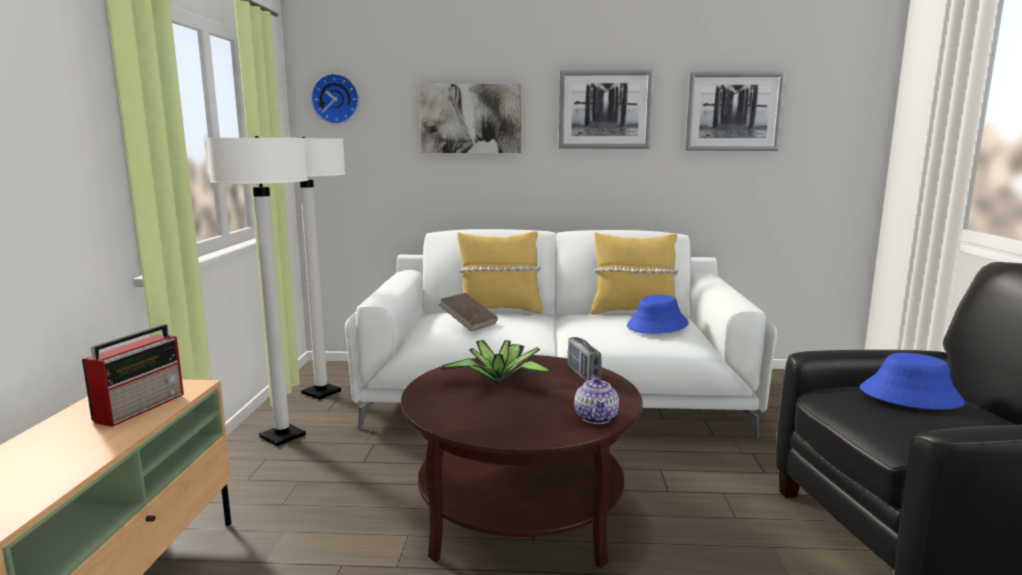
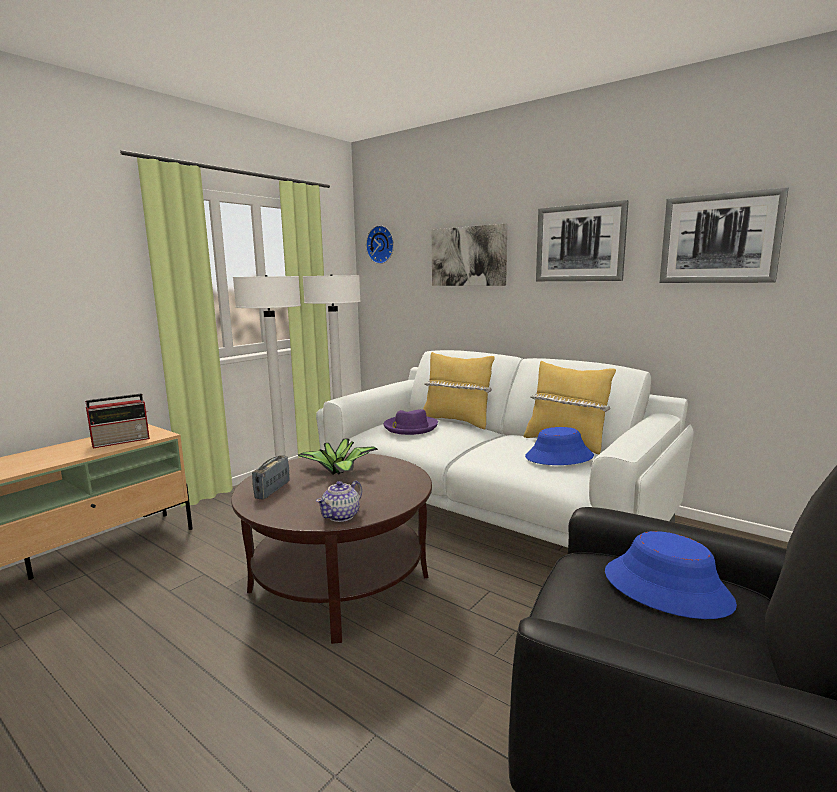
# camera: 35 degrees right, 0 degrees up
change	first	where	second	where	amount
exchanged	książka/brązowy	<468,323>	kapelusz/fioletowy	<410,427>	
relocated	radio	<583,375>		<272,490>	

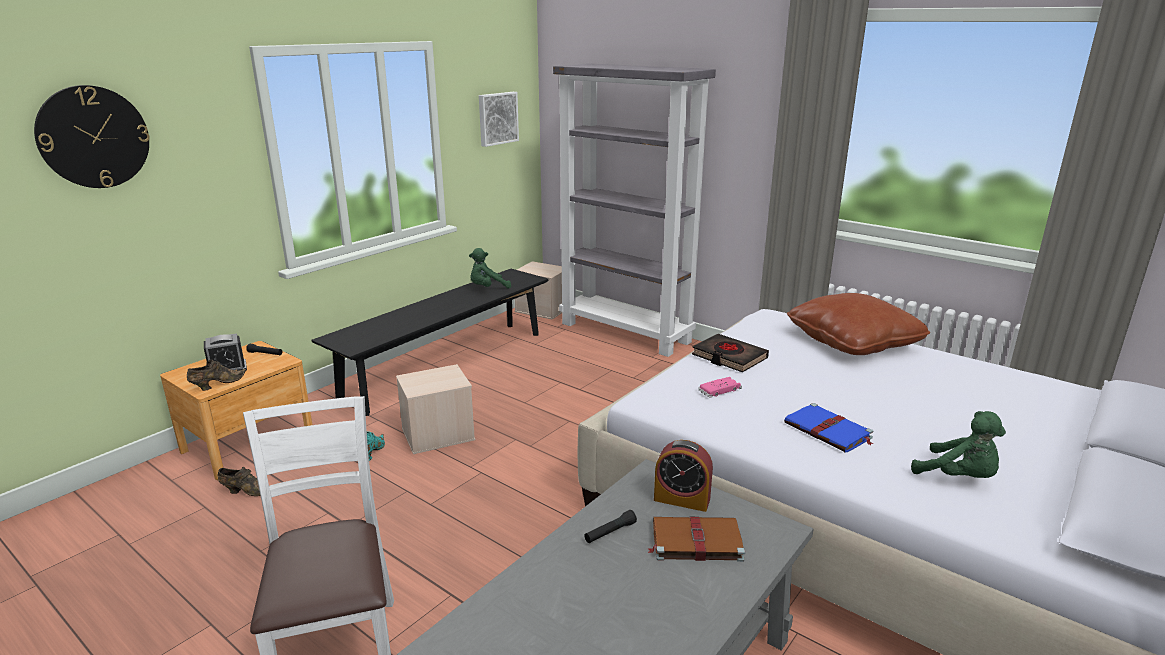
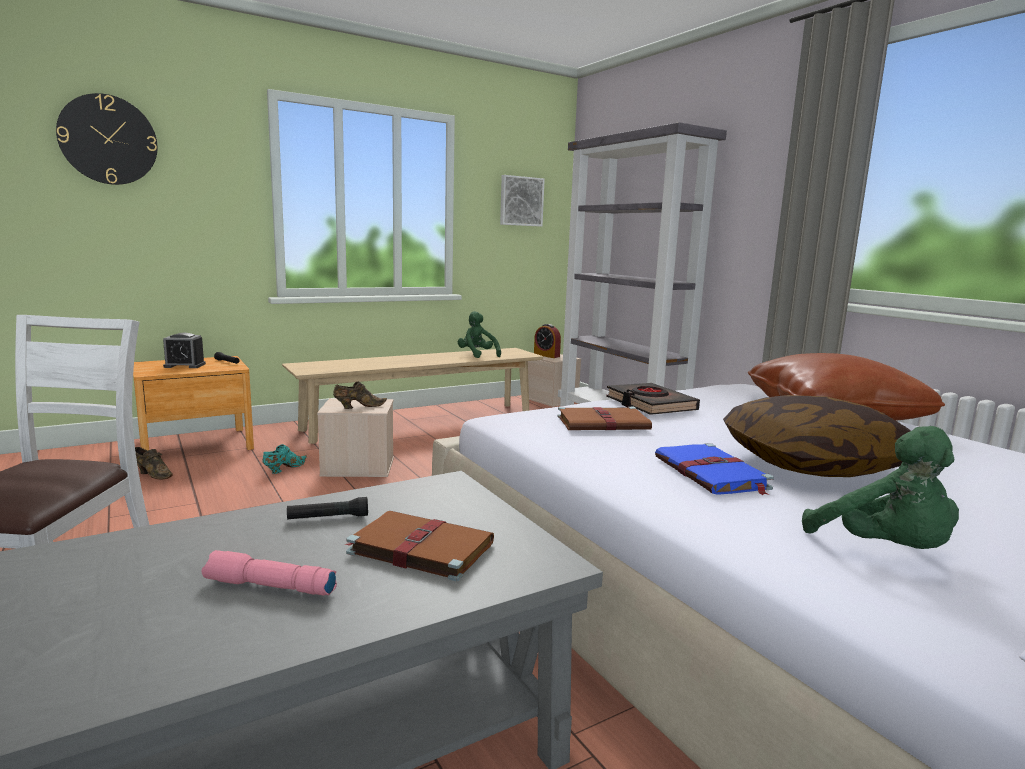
# camera: 20 degrees right, 10 degrees down
change	first	where	second	where	amount
relocated	but/brązowy	<217,385>		<358,407>	
colour	ławka/czarny	<447,364>	ławka/beżowy	<421,422>	
spun	pluszak/zielony	<487,288>		<477,355>	60 degrees clockwise
relocated	budzik	<681,499>		<546,355>	
exchanged	samochodzik/różowy	<719,390>	książka/brązowy	<604,423>	
appeared			latarka/różowy	<269,587>	
appeared			poduszka	<812,463>	

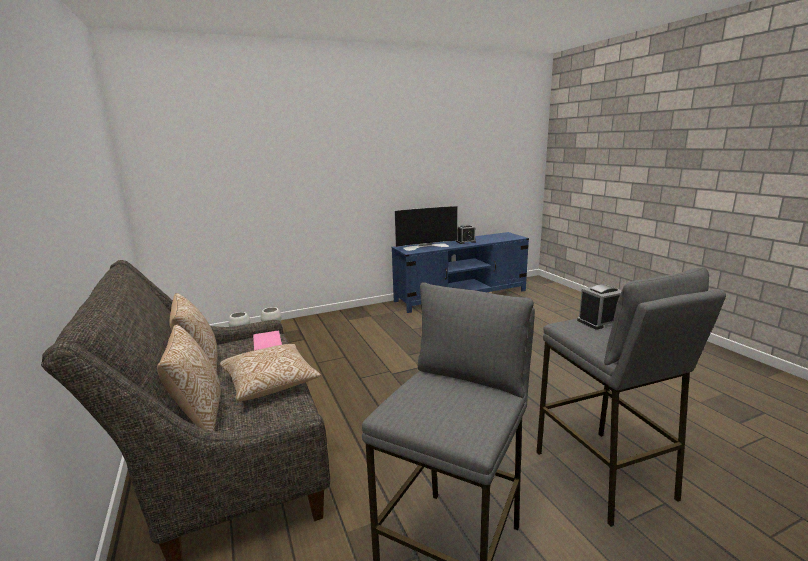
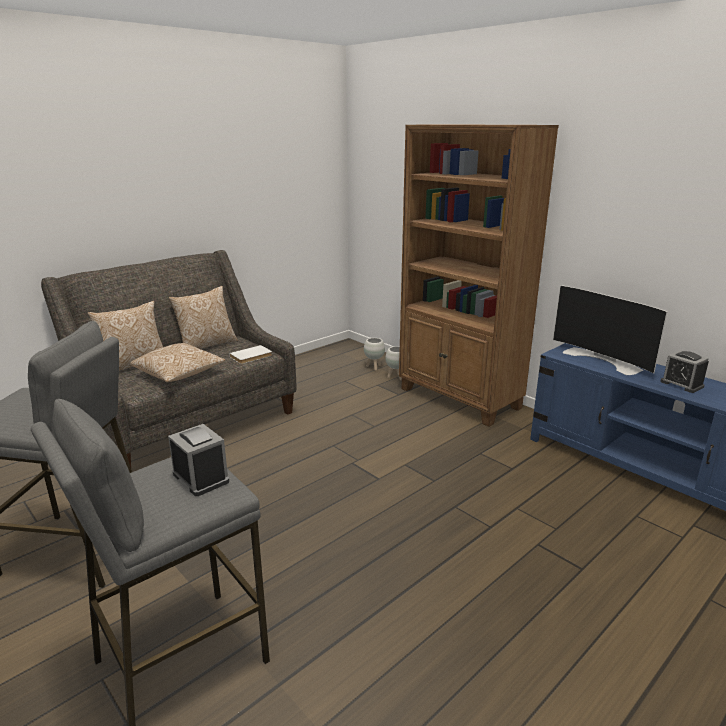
# camera: 70 degrees right, 5 degrees up
change	first	where	second	where	amount
colour	książka/różowy	<269,343>	książka/biały	<252,356>	
appeared			regał/brązowy	<459,399>	

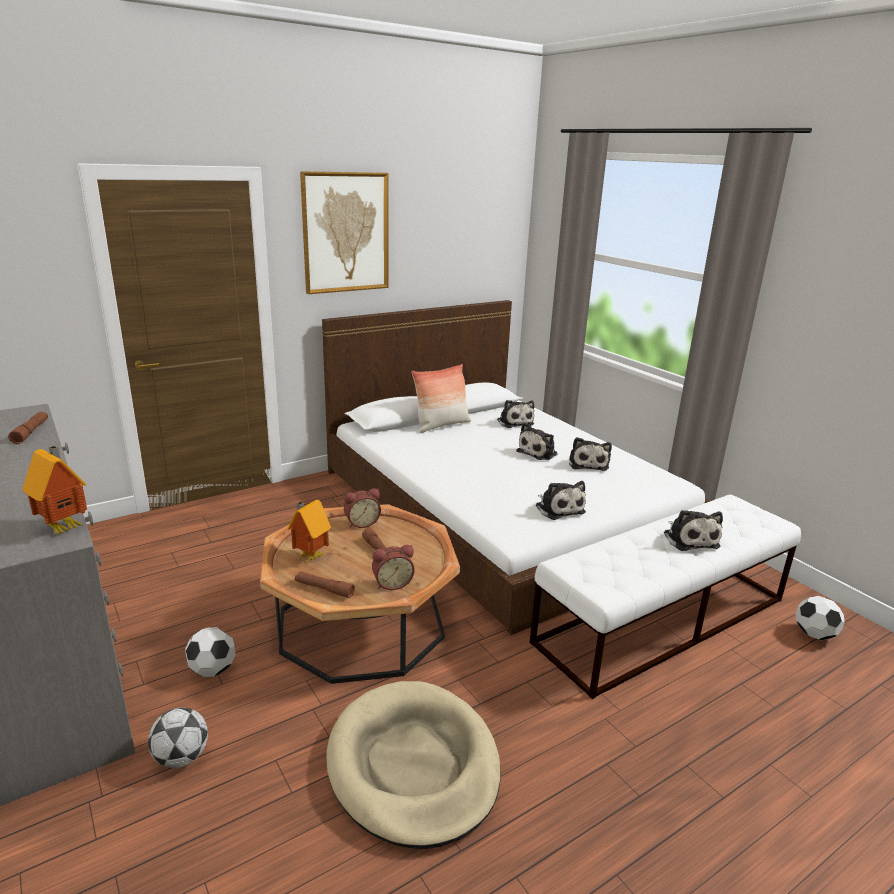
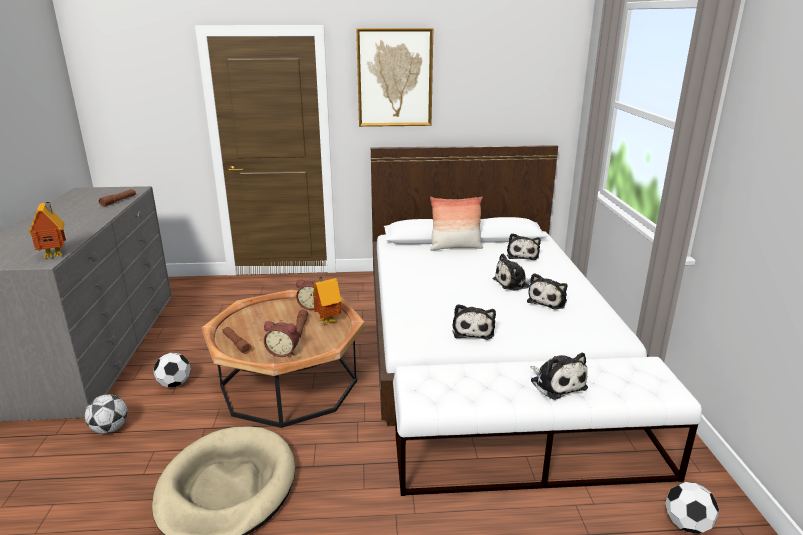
# camera: 30 degrees right, 0 degrees up
change	first	where	second	where	amount
relocated	domek	<309,557>		<327,321>	
spun	pluszak	<689,539>		<556,383>	45 degrees counterclockwise

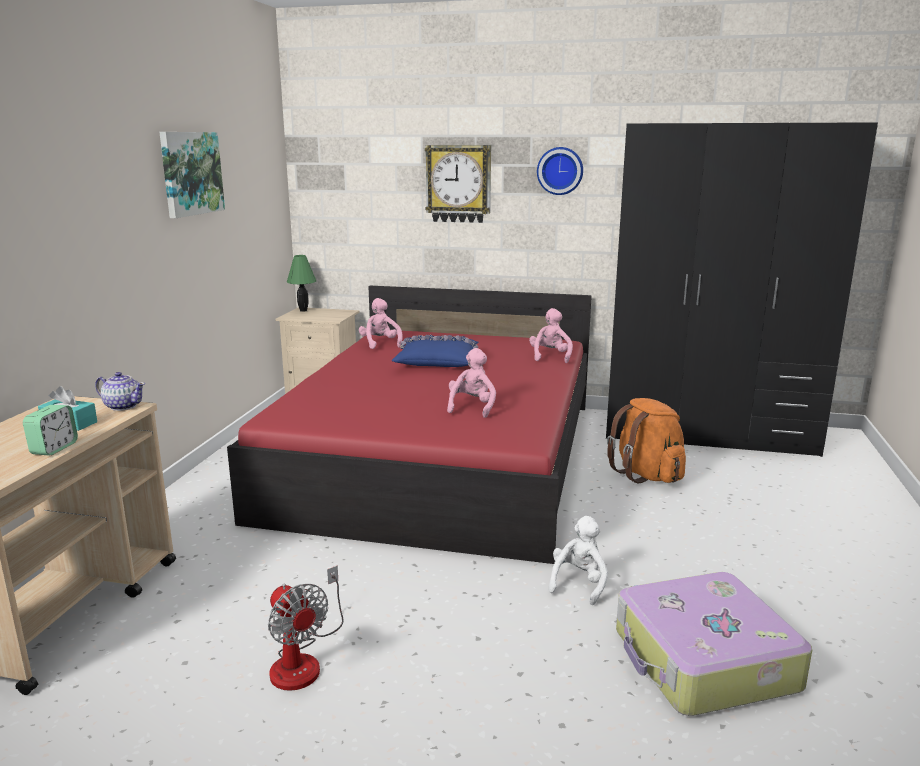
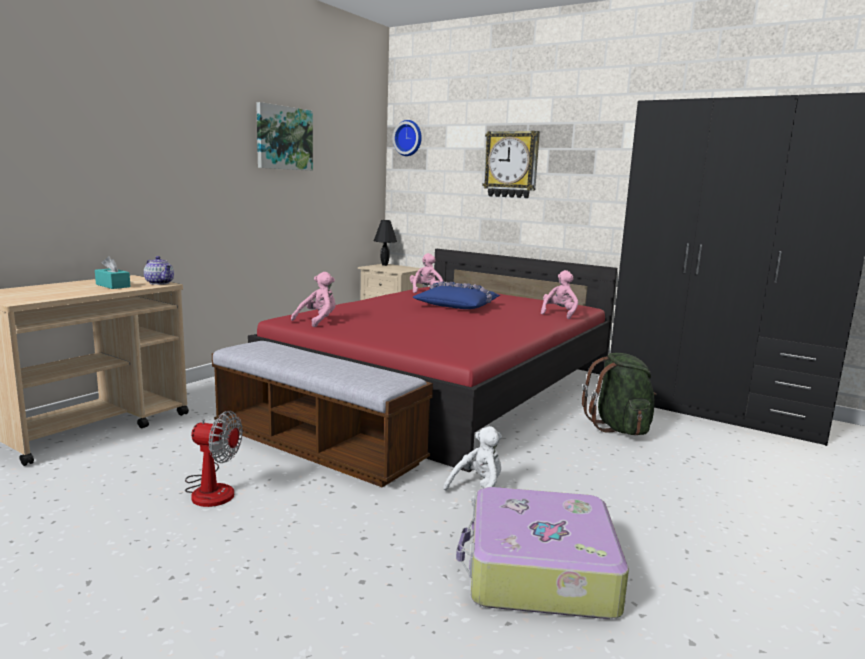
# camera: 20 degrees right, 5 degrees down
change	first	where	second	where	amount
missing	budzik	<54,448>			
spun	wentylator	<303,660>		<211,489>	60 degrees counterclockwise
colour	lampa stołowa/zielony	<303,310>	lampa stołowa/czarny	<384,265>	
relocated	pluszak/różowy	<472,407>		<318,321>	
relocated	zegar ścienny	<560,171>		<409,138>	
colour	plecak/pomarańczowy	<646,475>	plecak/zielony	<619,428>	
appeared			ławka	<316,446>	

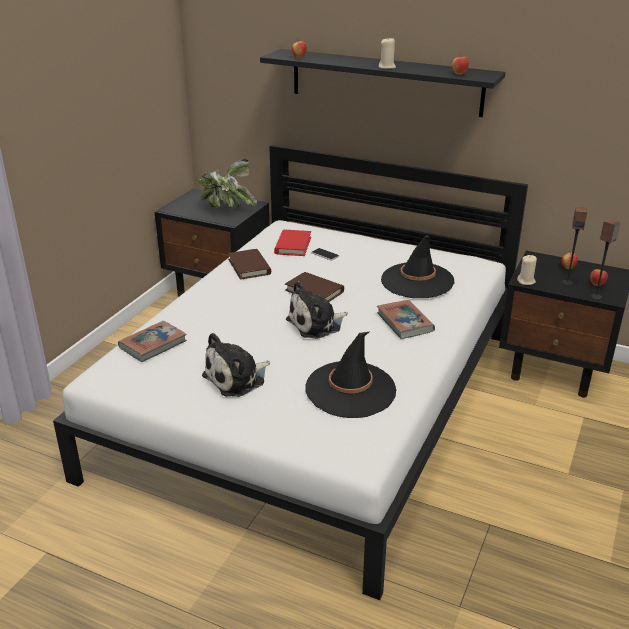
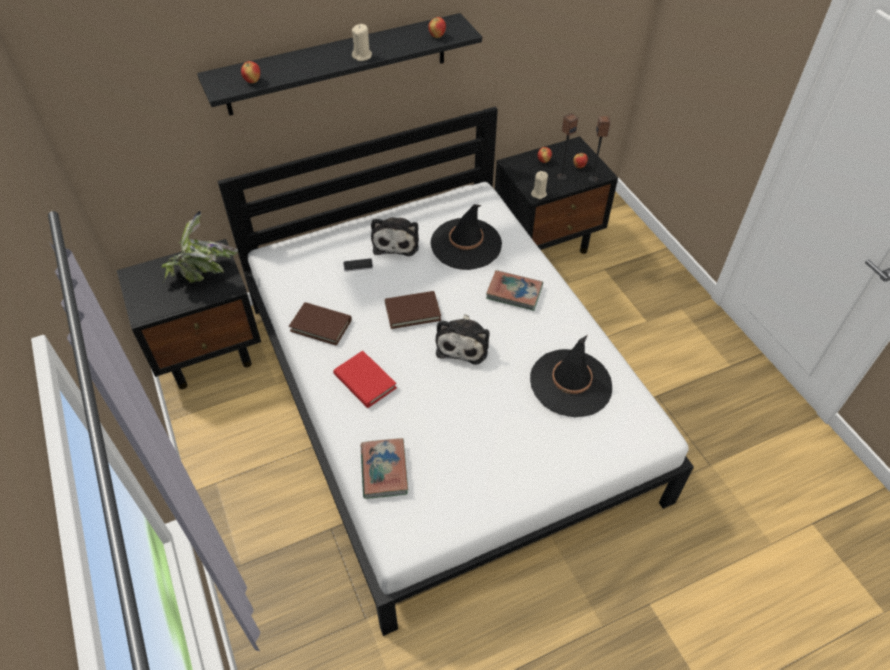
# camera: 50 degrees left, 20 degrees up
change	first	where	second	where	amount
relocated	pluszak	<237,378>		<396,241>	
relocated	książka/czerwony	<293,245>		<365,381>	

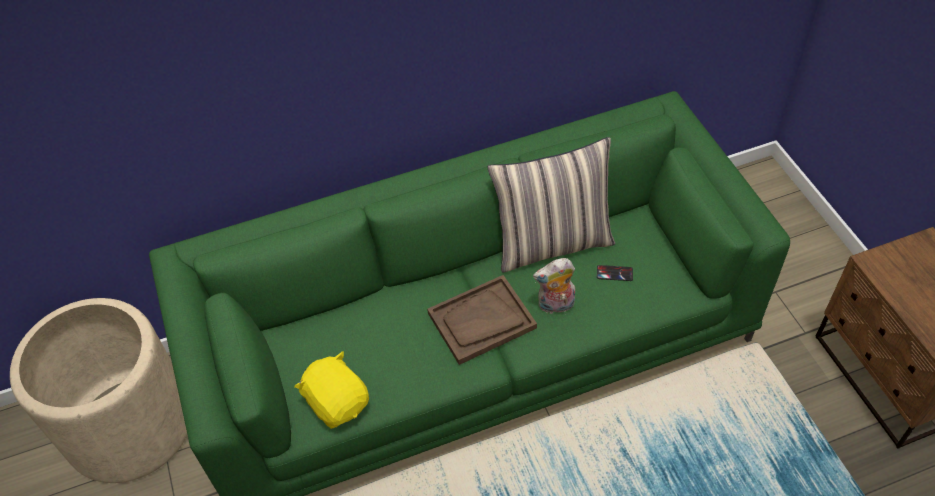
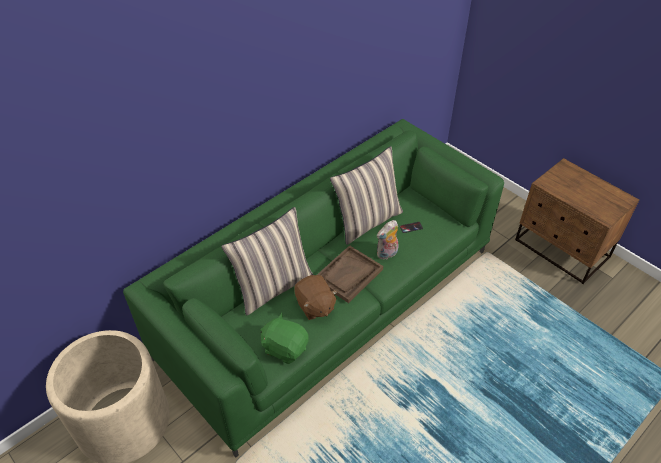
# camera: 25 degrees left, 5 degrees down
change	first	where	second	where	amount
colour	pluszak/żółty	<337,402>	pluszak/zielony	<285,347>	
appeared			poduszka	<273,286>	
appeared			pluszak/brązowy	<315,306>	

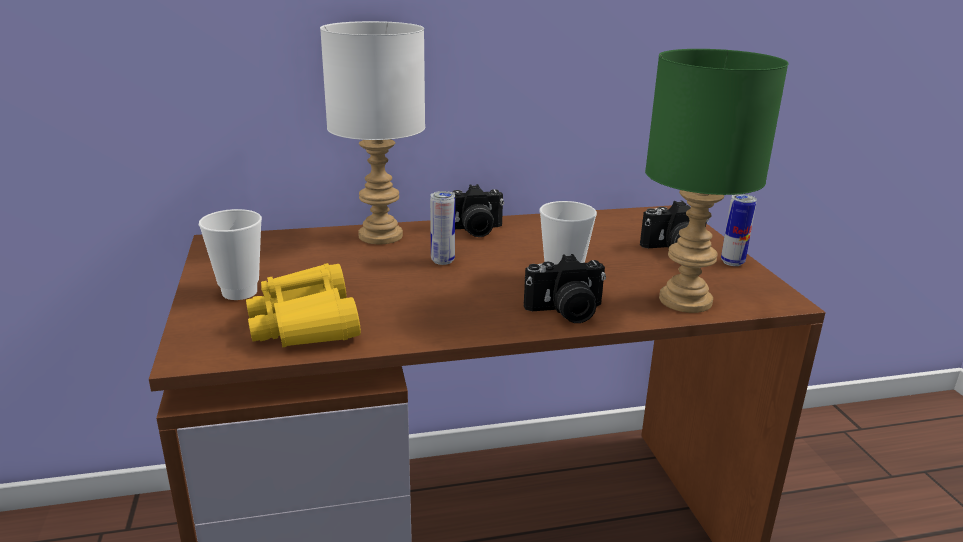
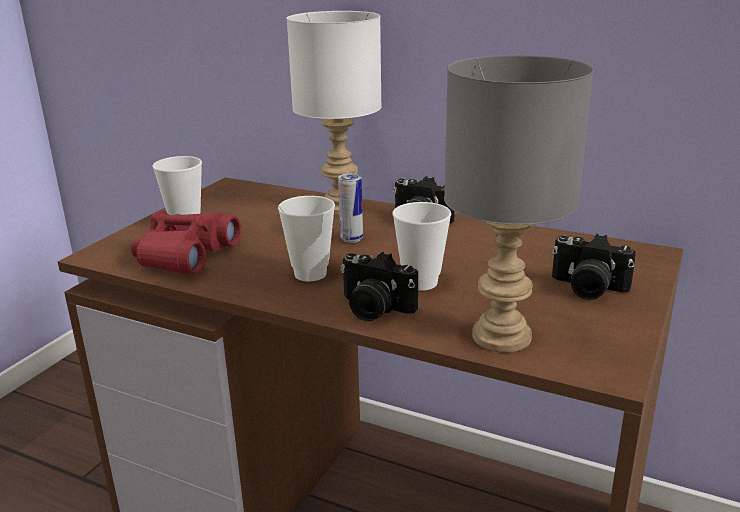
# camera: 40 degrees right, 0 degrees up
change	first	where	second	where	amount
colour	lornetka/żółty	<305,323>	lornetka/czerwony	<186,256>	
colour	lampa stołowa/zielony	<687,301>	lampa stołowa/szary	<502,338>	
missing	puszka	<732,262>			
appeared			filiżanka	<310,274>	

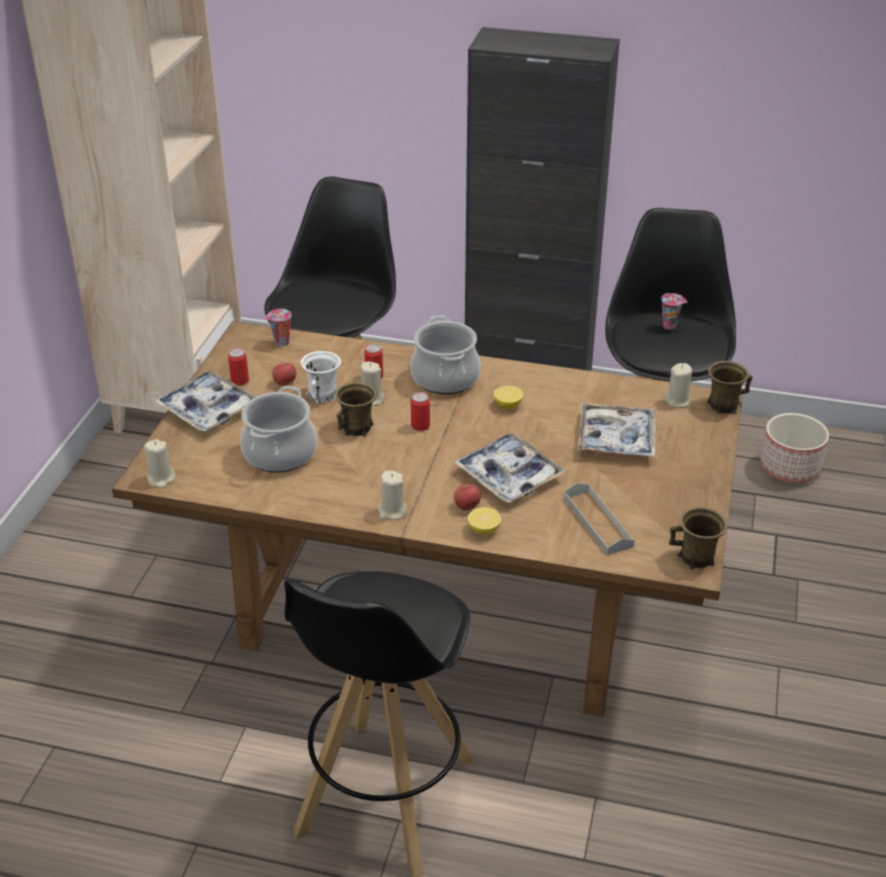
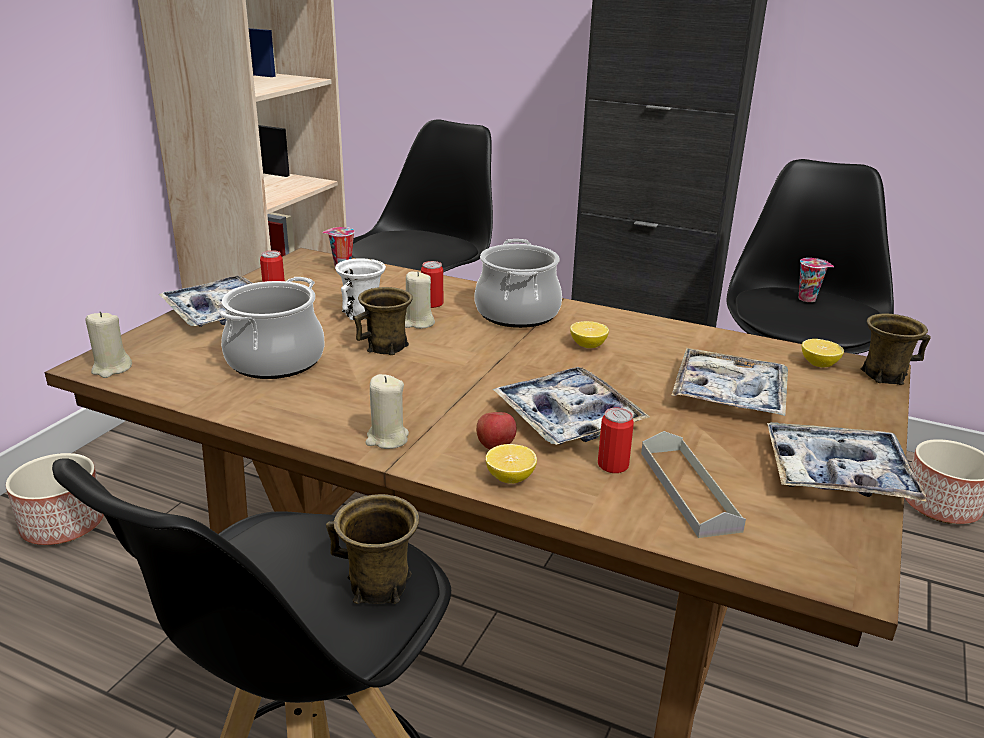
# camera: 10 degrees right, 10 degrees down
change	first	where	second	where	amount
missing	jabłko	<285,383>			
relocated	puszka	<420,426>		<613,465>	
exchanged	świeca/beżowy	<677,400>	cytryna	<818,364>	
relocated	kubek/brązowy	<697,558>		<378,586>	
appeared			donica	<64,524>	
appeared			taca	<837,474>	

